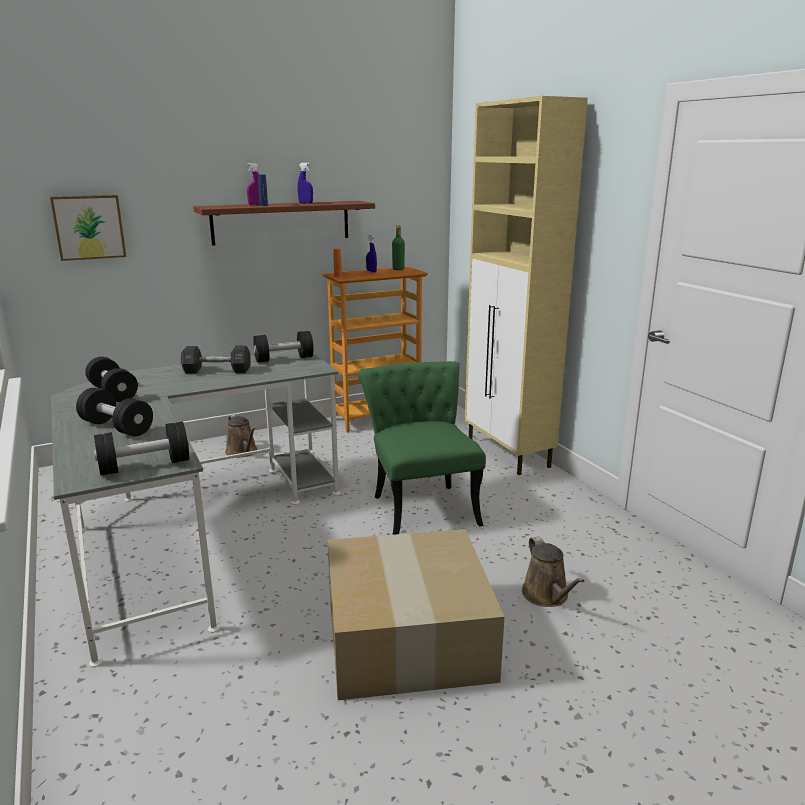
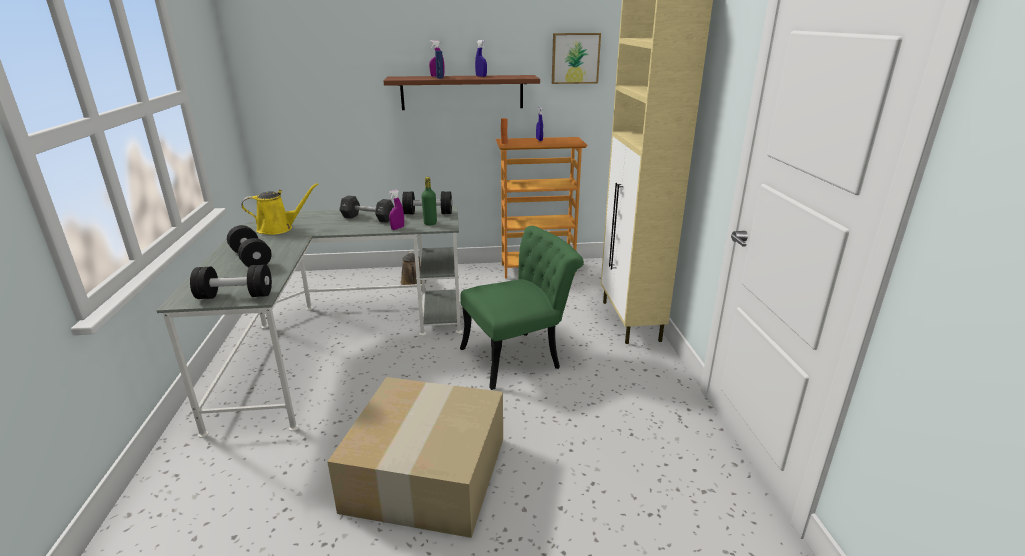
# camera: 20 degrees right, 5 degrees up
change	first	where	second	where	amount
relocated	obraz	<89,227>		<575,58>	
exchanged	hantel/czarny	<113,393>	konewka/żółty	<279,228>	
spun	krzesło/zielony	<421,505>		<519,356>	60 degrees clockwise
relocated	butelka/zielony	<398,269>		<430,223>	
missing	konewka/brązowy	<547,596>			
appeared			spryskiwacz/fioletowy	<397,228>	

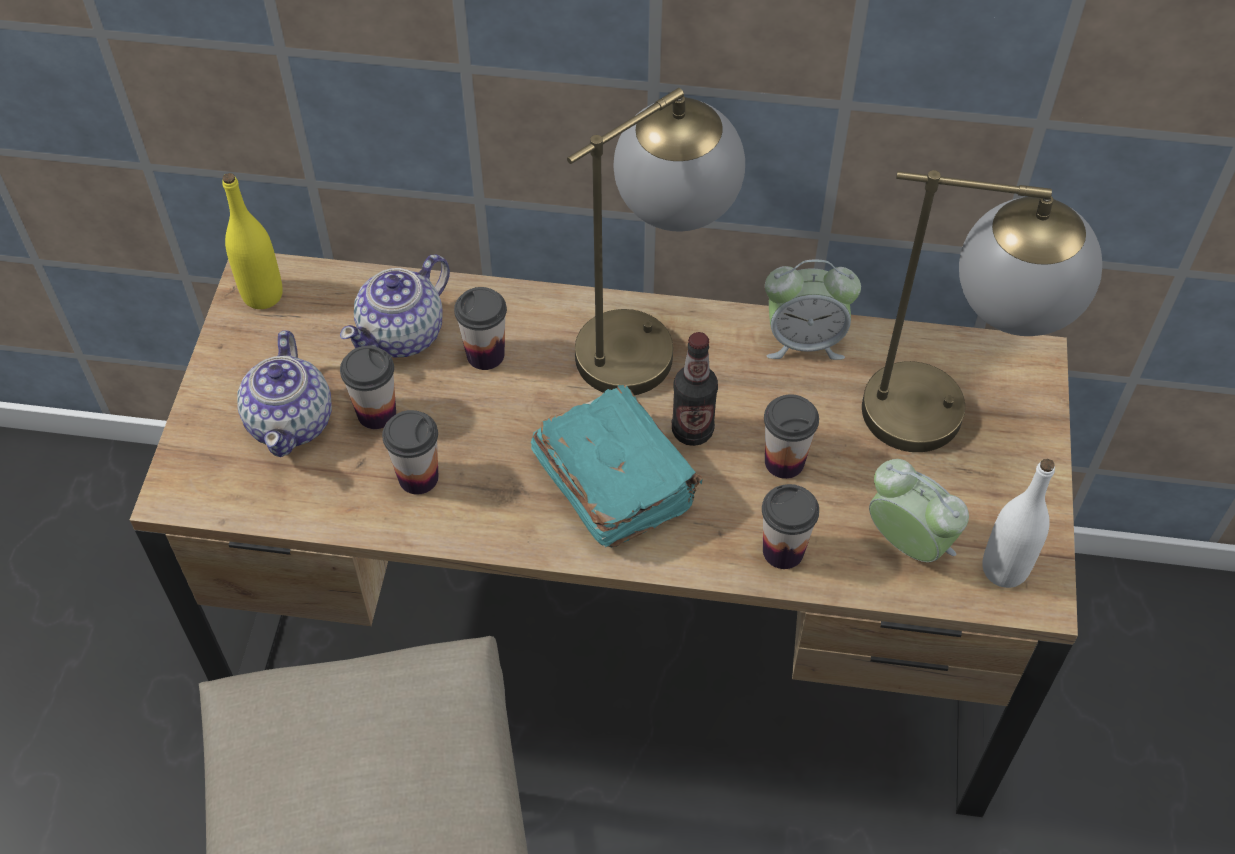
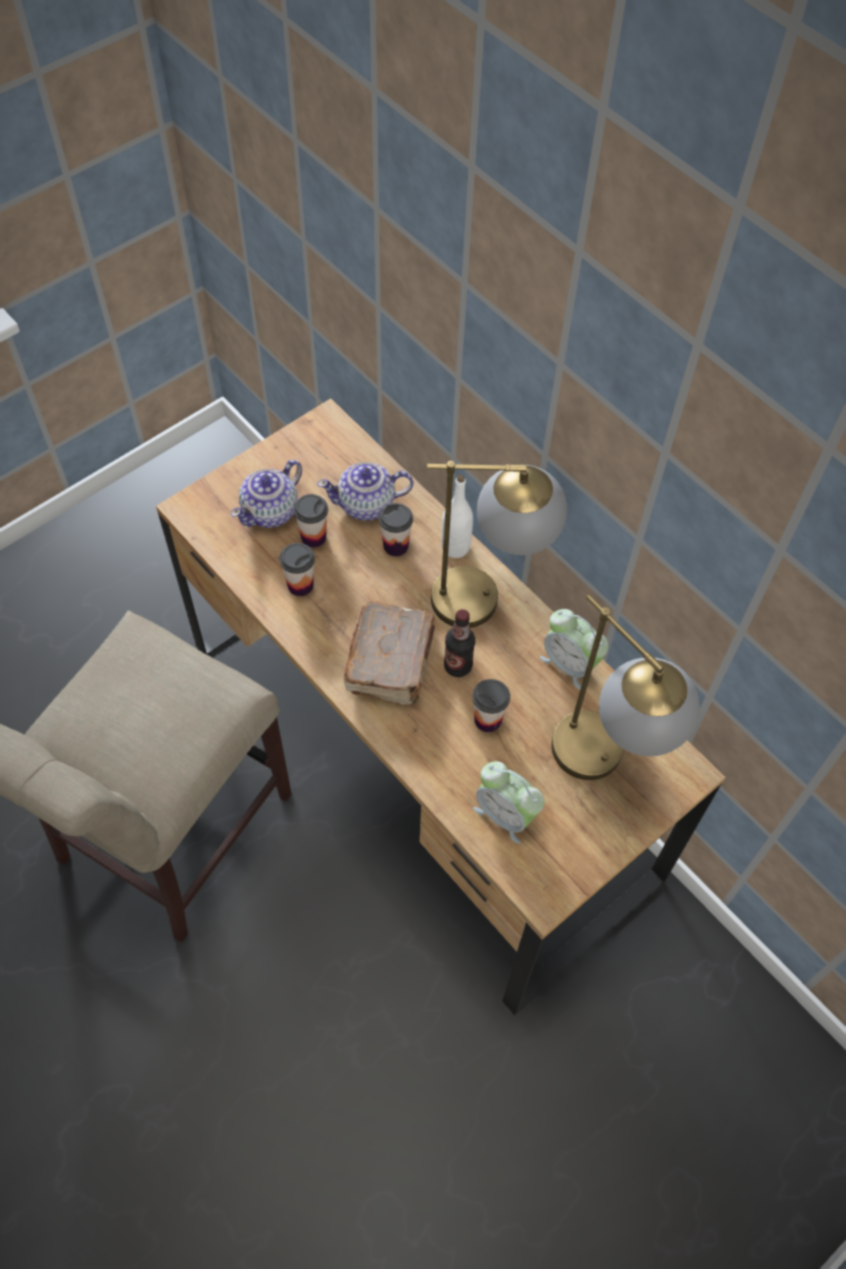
# camera: 40 degrees right, 5 degrees up
change	first	where	second	where	amount
missing	butelka/żółty	<262,295>			
colour	książka/turkusowy	<614,480>	książka/brązowy	<391,661>	
missing	filiżanka	<783,551>			
spun	budzik	<908,544>		<505,814>	135 degrees clockwise
relocated	butelka/biały	<1004,569>		<455,547>	

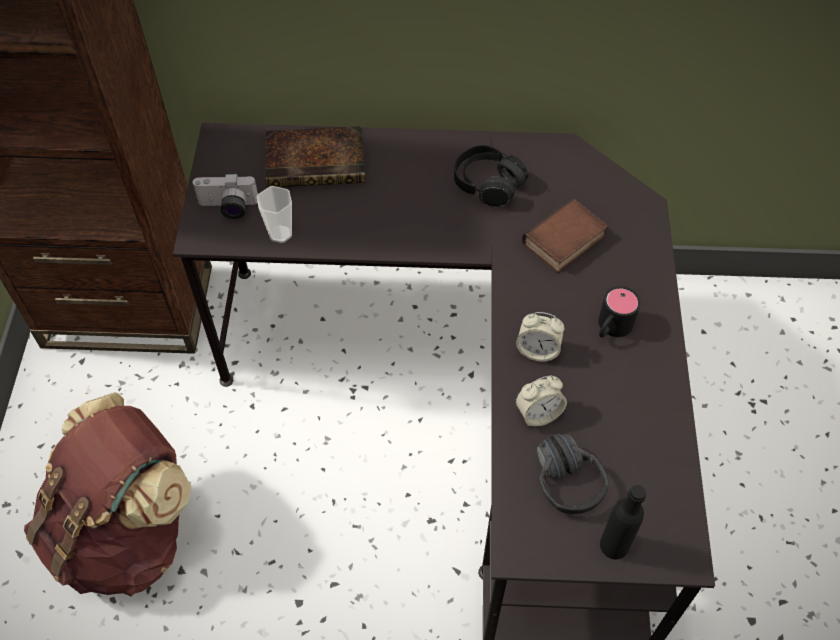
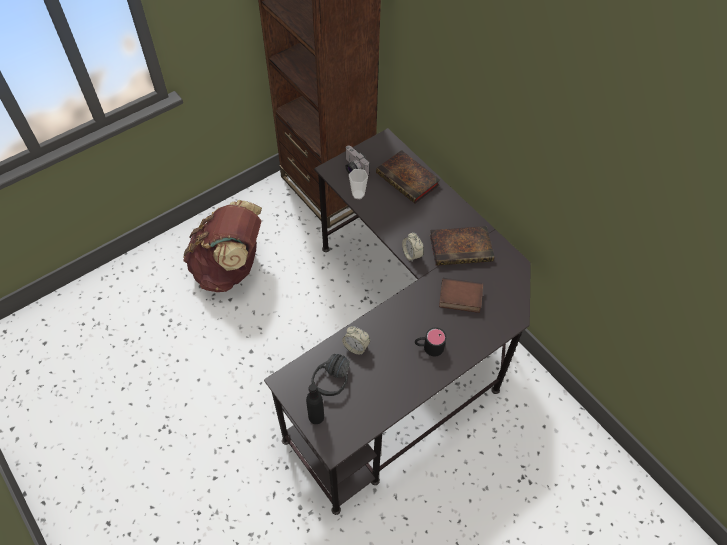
# camera: 50 degrees right, 0 degrees up
change	first	where	second	where	amount
exchanged	słuchawki/czarny	<488,183>	książka	<462,248>	
relocated	budzik	<537,350>		<412,254>	

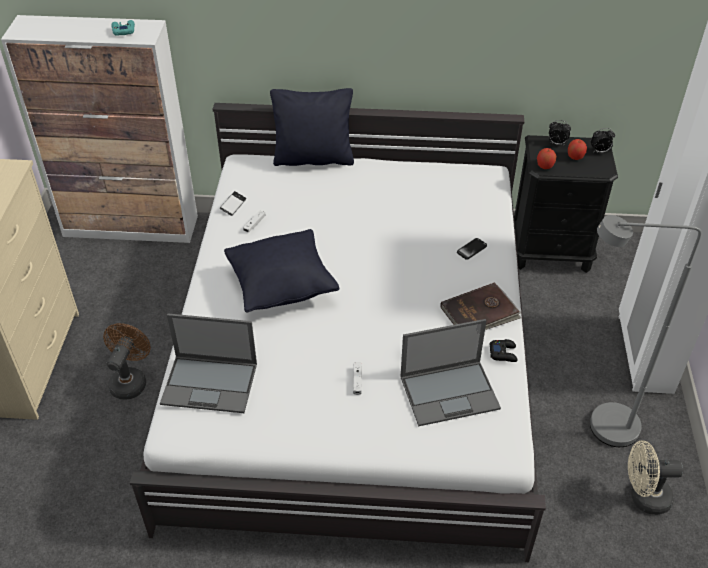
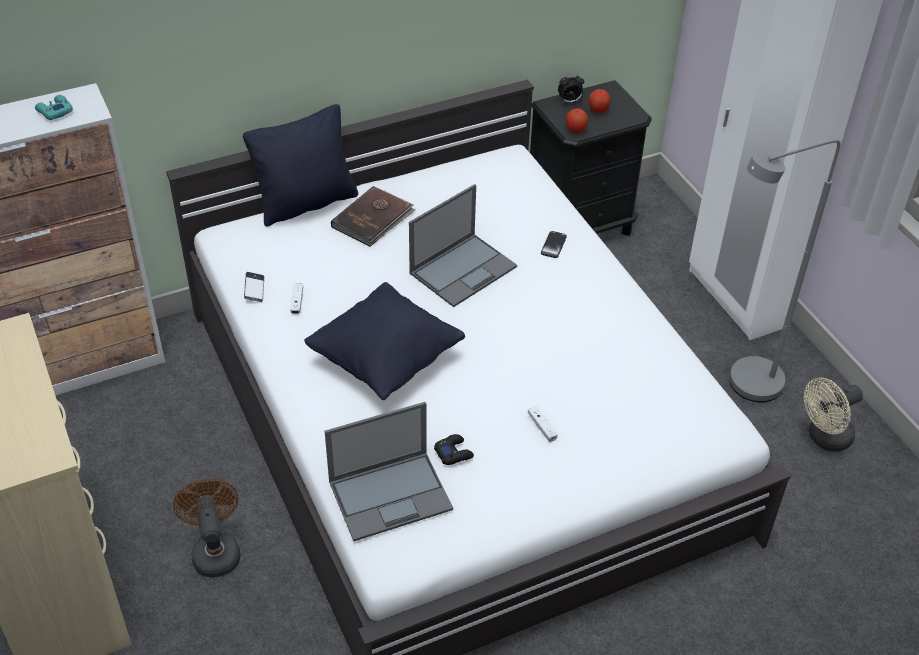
# camera: 30 degrees left, 0 degrees up
change	first	where	second	where	amount
relocated	laptop	<450,392>		<463,269>	
relocated	książka/brązowy	<480,313>		<373,219>	
relocated	pad do gier/czarny	<503,353>		<453,453>	
missing	budzik	<600,152>			

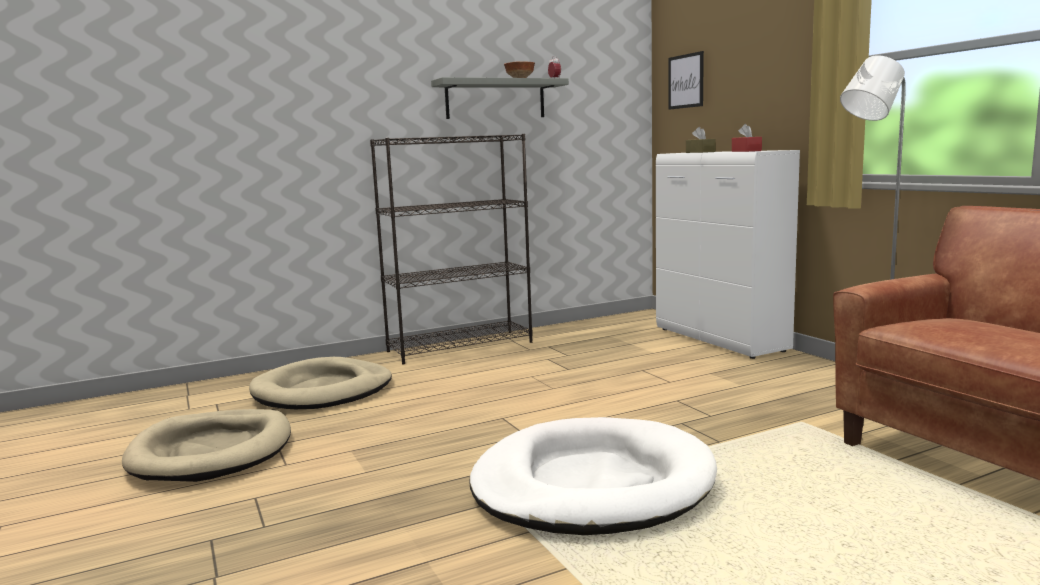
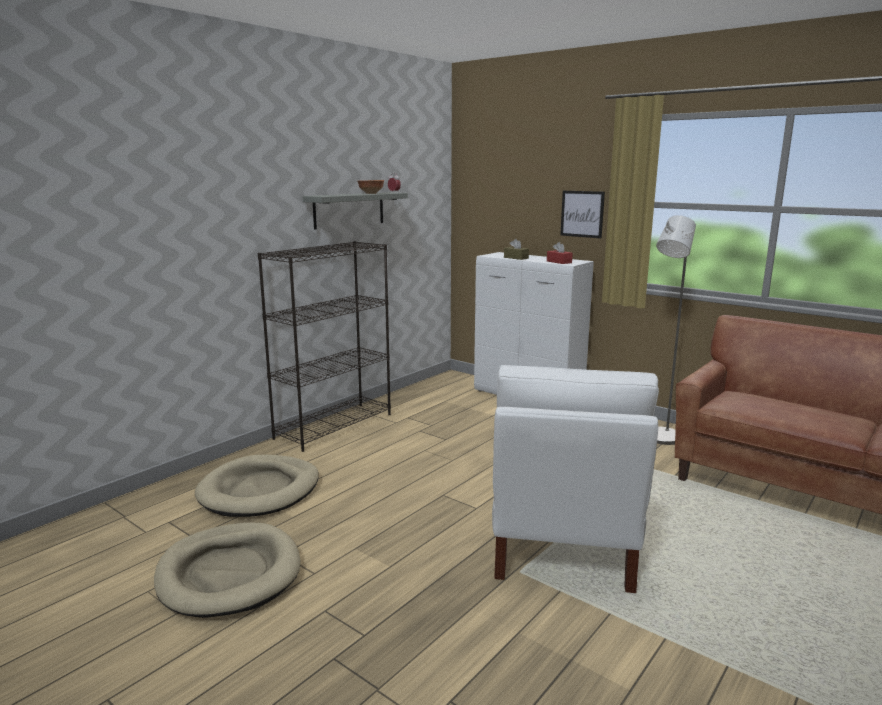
# camera: 25 degrees left, 5 degrees up
change	first	where	second	where	amount
exchanged	legowisko/biały	<592,485>	fotel/biały	<563,543>	
relocated	obraz	<686,81>		<582,214>	

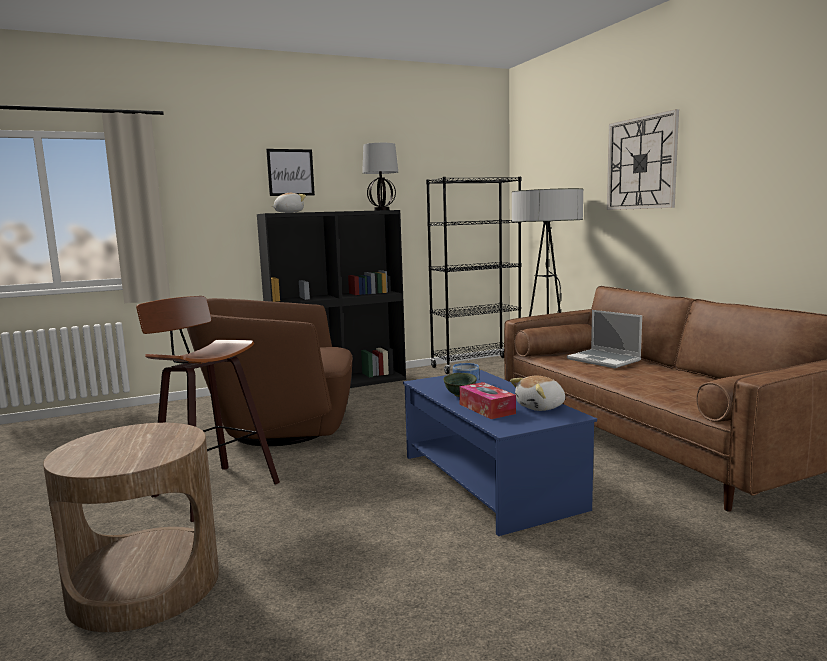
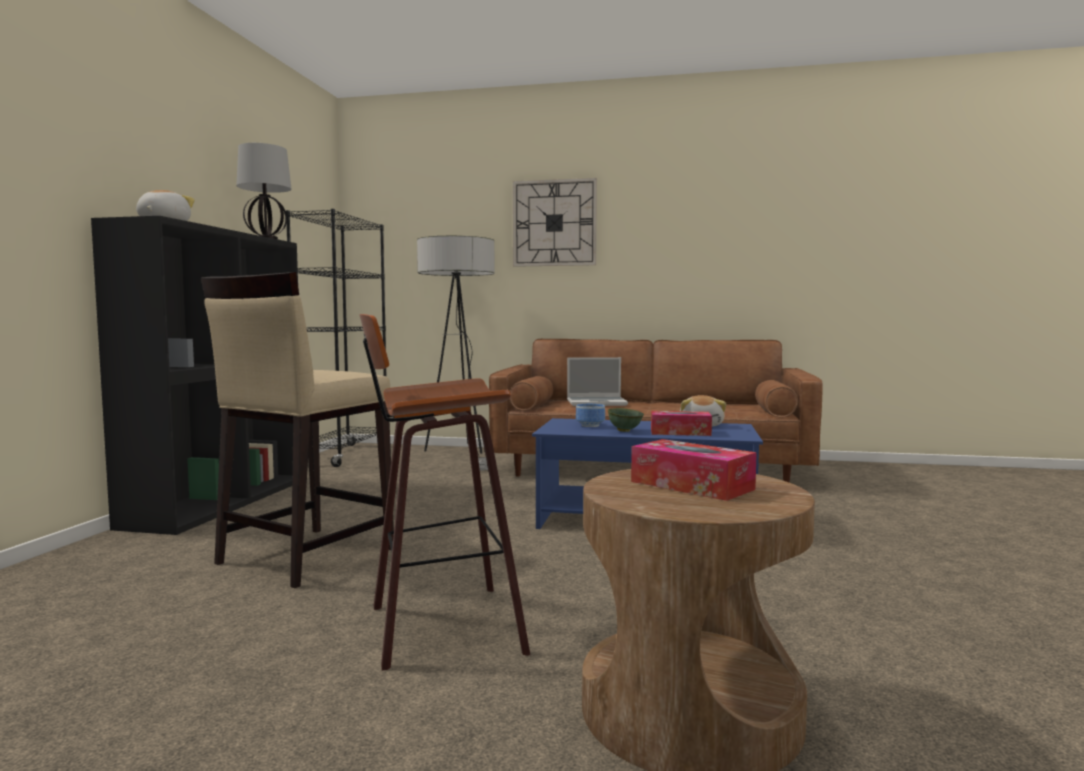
# camera: 55 degrees left, 5 degrees down
change	first	where	second	where	amount
exchanged	fotel/brązowy	<280,429>	stołek/beżowy	<304,556>	
missing	obraz	<290,172>			
appeared			pudełko chusteczek	<691,485>	

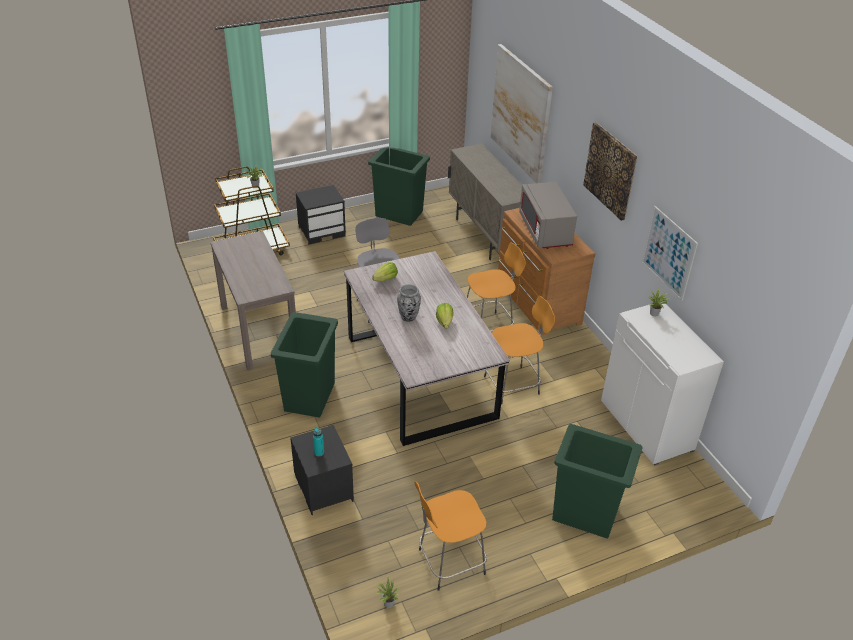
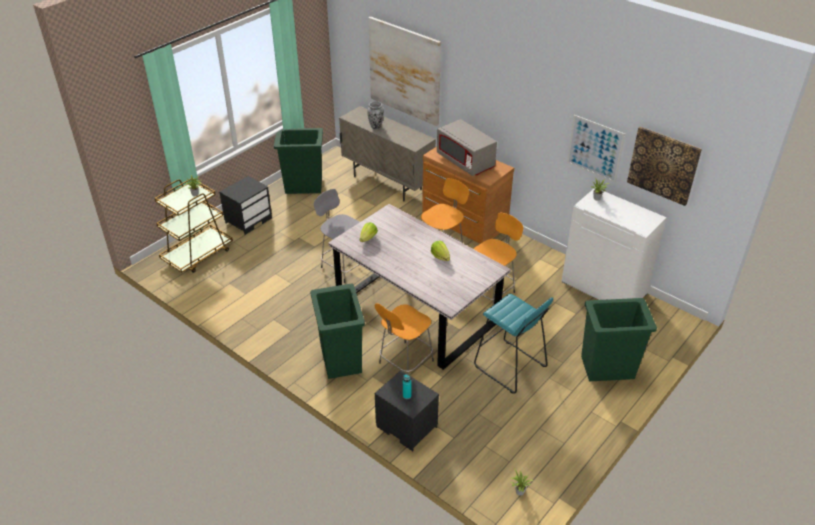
# camera: 25 degrees left, 0 degrees up
change	first	where	second	where	amount
missing	stolik konsolowy/brązowy	<258,330>			
relocated	wazon	<408,318>		<376,127>	
relocated	stołek/pomarańczowy	<449,562>		<404,363>	
relocated	obraz	<610,170>		<663,165>	
appeared			stołek/turkusowy	<510,367>	

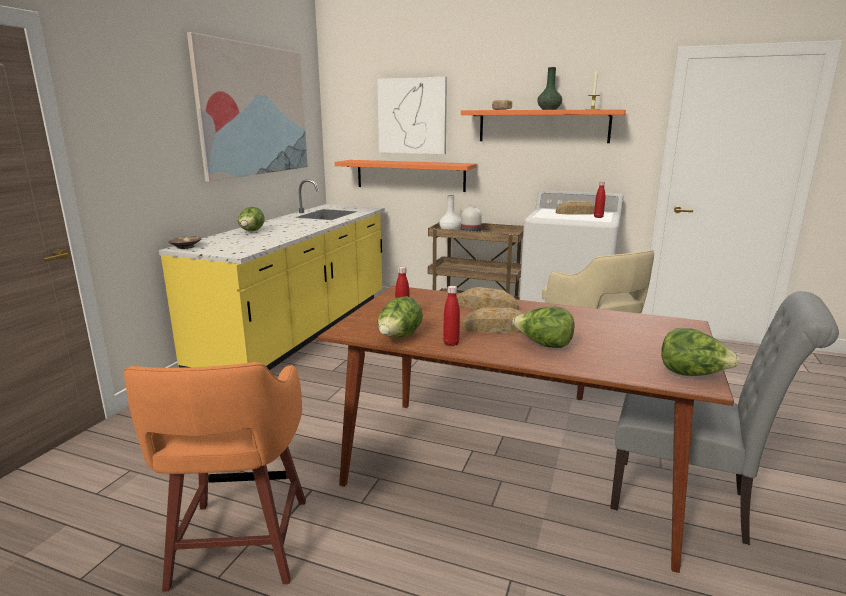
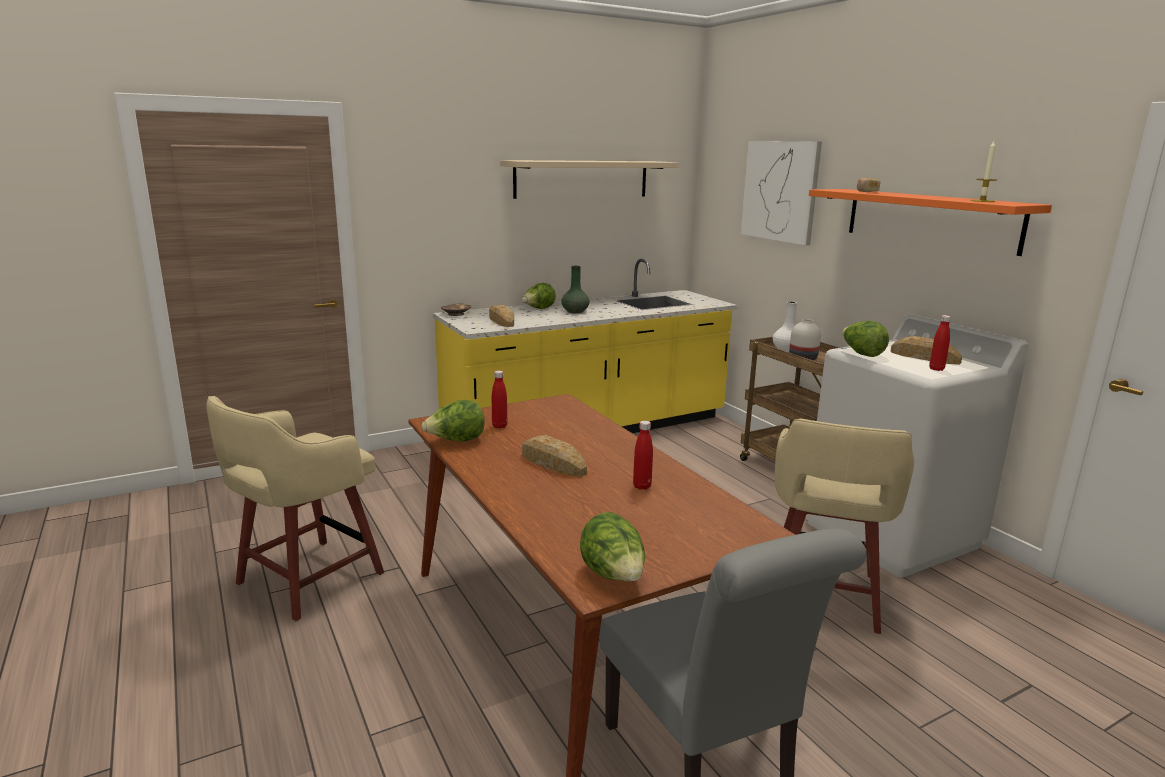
# camera: 40 degrees right, 0 degrees up
change	first	where	second	where	amount
colour	stołek/pomarańczowy	<239,545>	stołek/beżowy	<306,580>	
exchanged	obraz	<254,110>	półka/beżowy	<582,179>	
missing	półka/pomarańczowy	<410,175>			
relocated	butelka/czerwony	<451,343>		<642,486>	
relocated	chleb	<486,307>		<501,321>	
relocated	sałata	<543,345>		<861,354>	
relocated	wazon/zielony	<549,109>		<575,311>	

